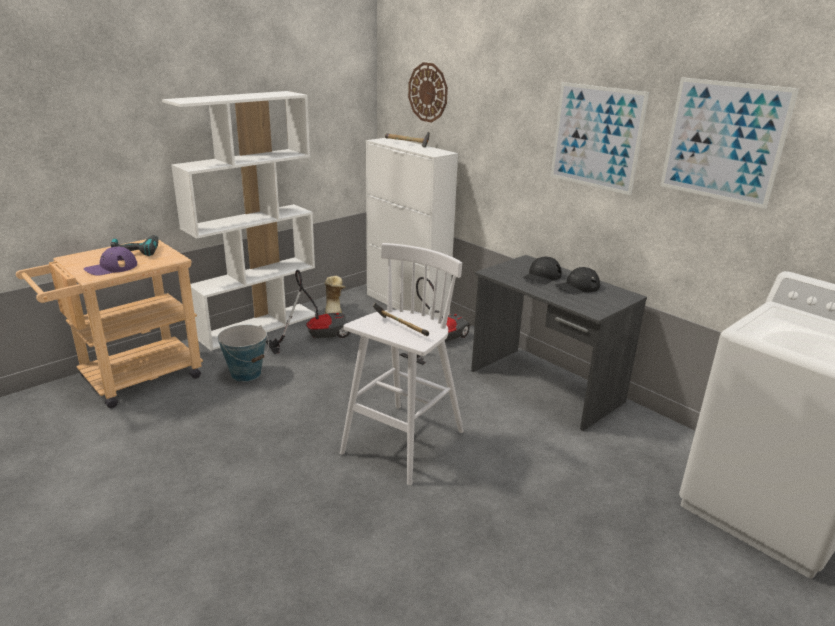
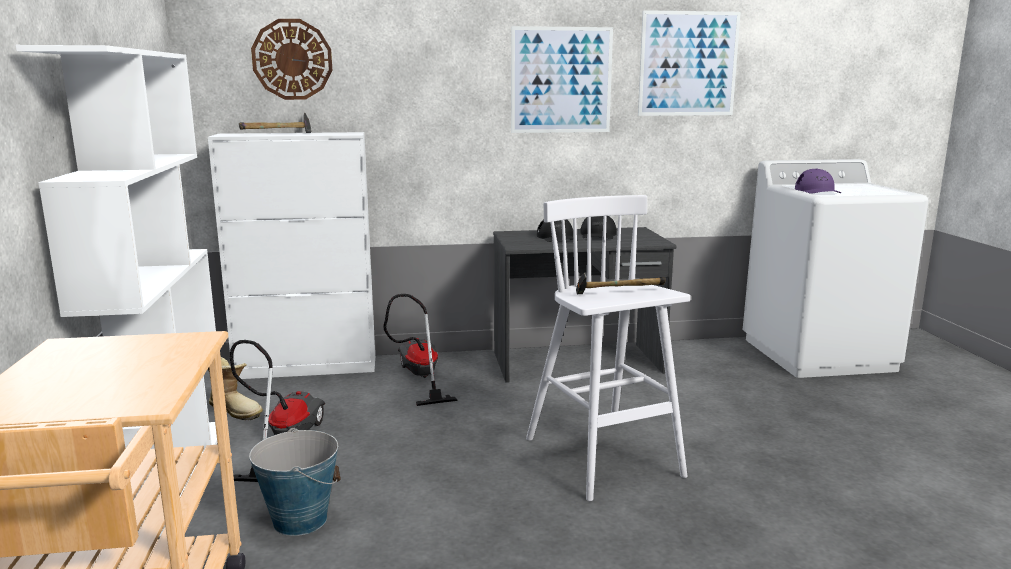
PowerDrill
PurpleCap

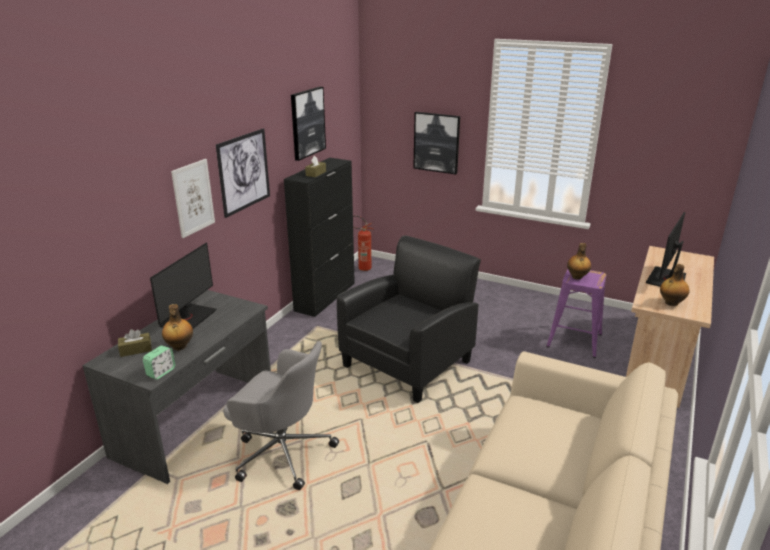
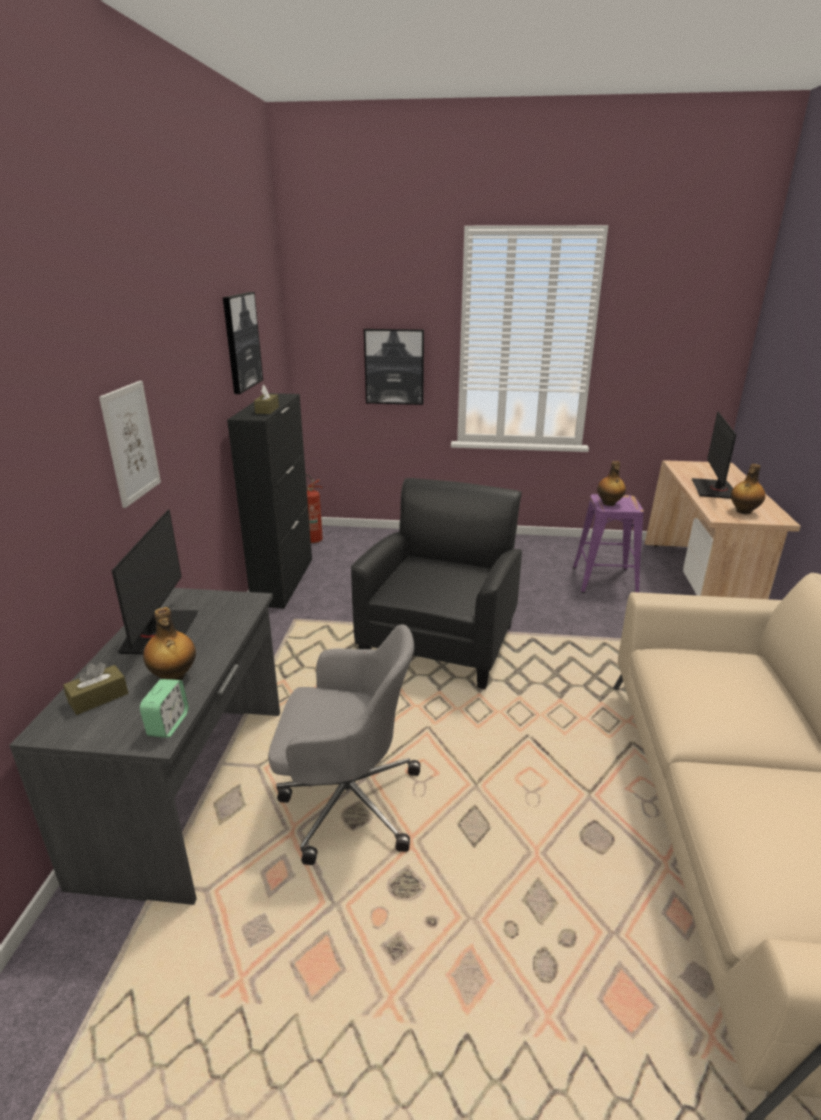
Picture (no. 2 from left in the first image)

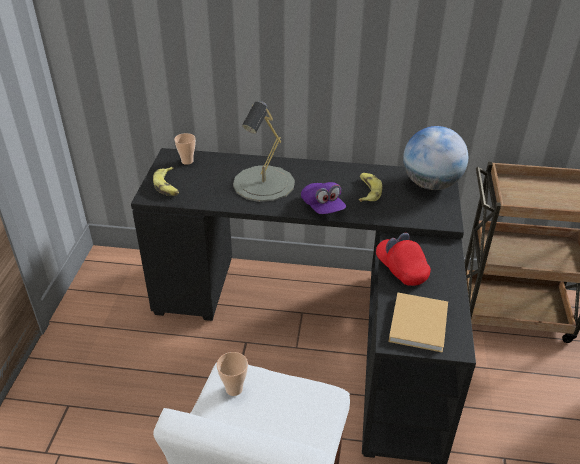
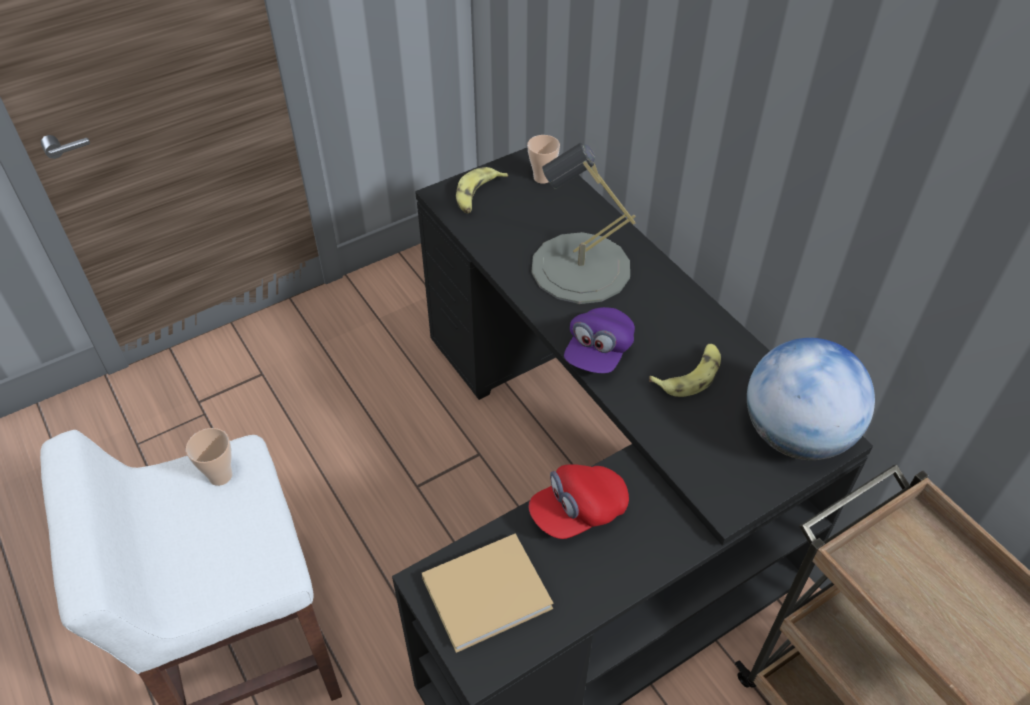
RedCap

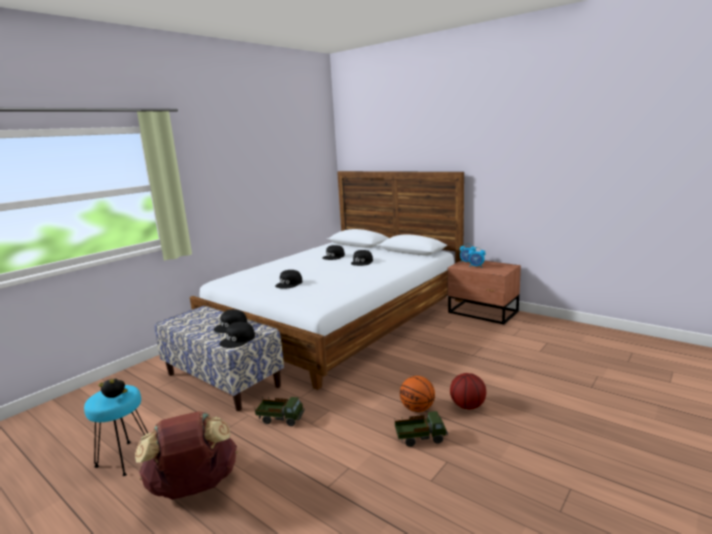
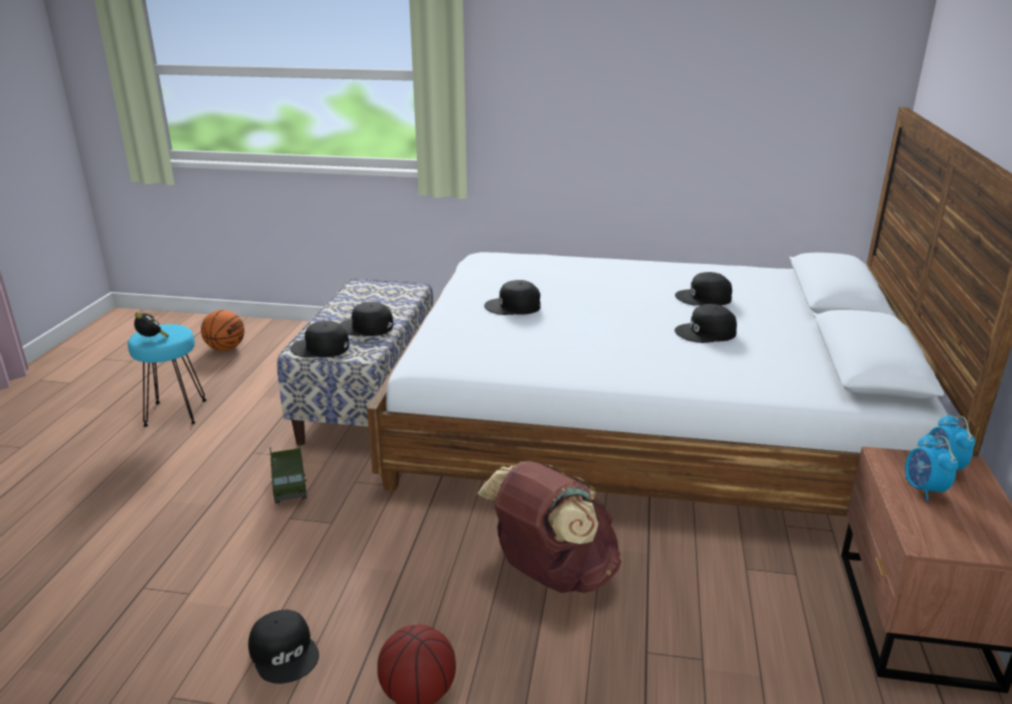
Basketball (no. 1 from left)
BrownBackpack
BlackCap (no. 1 from left)

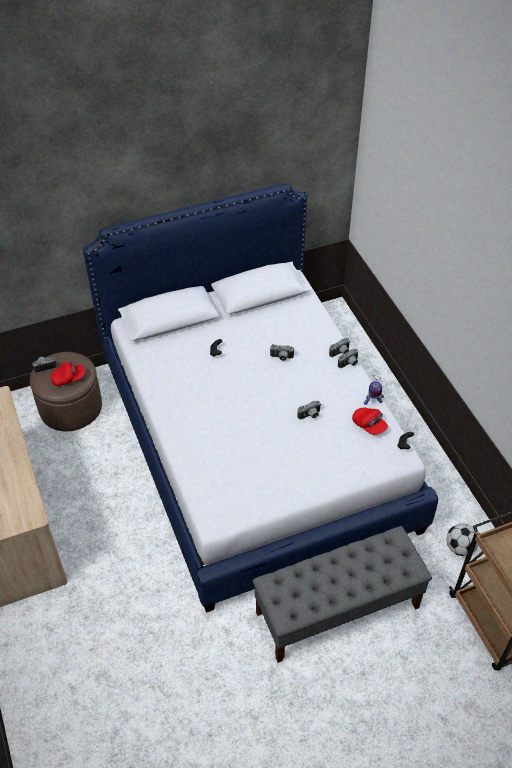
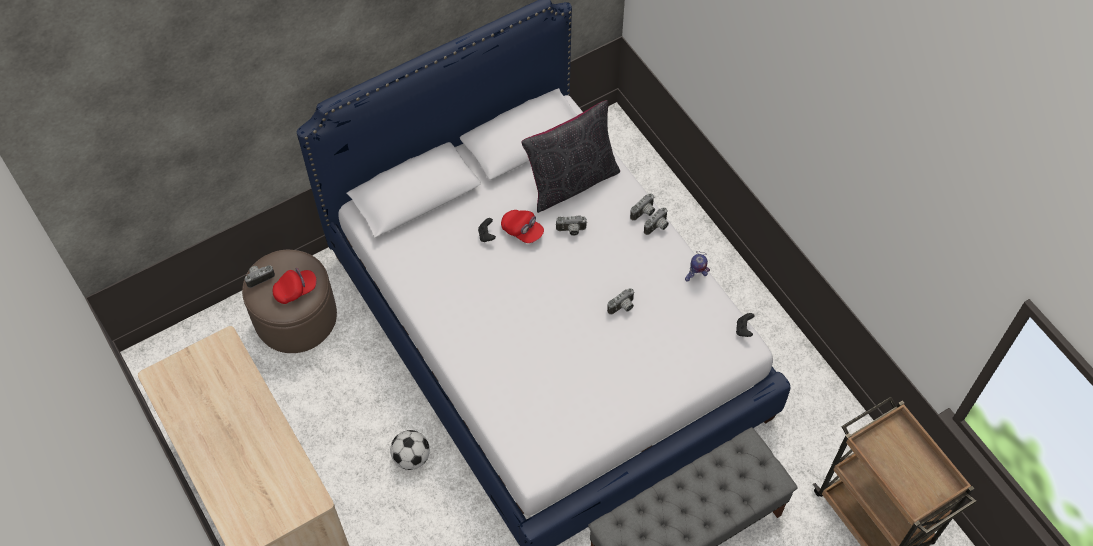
RedCap (no. 2 from left)
Football
BlackPillow

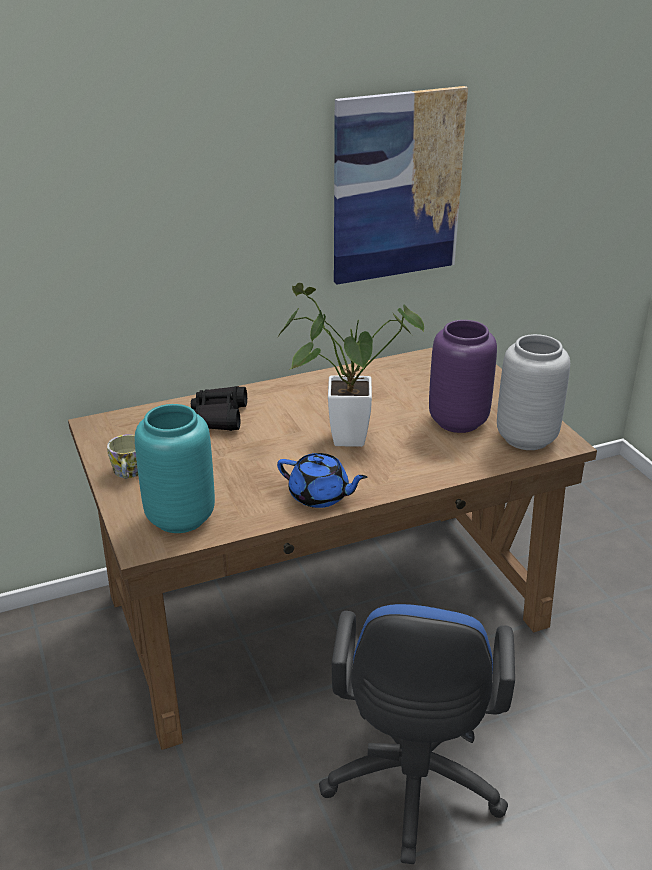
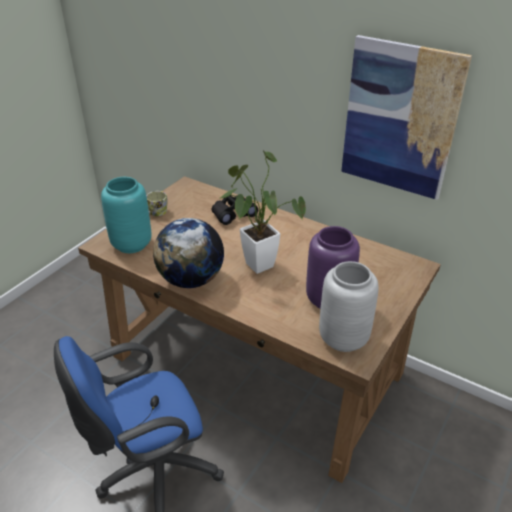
Globe

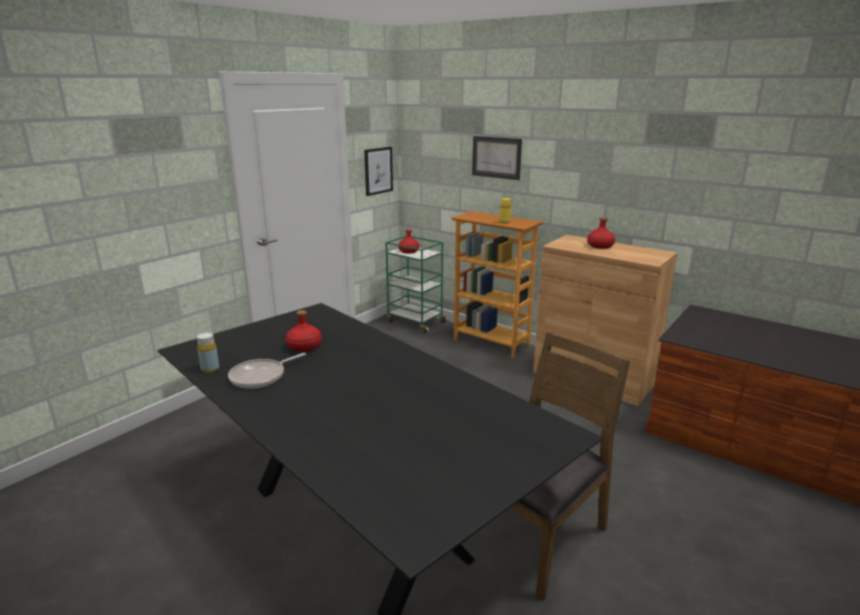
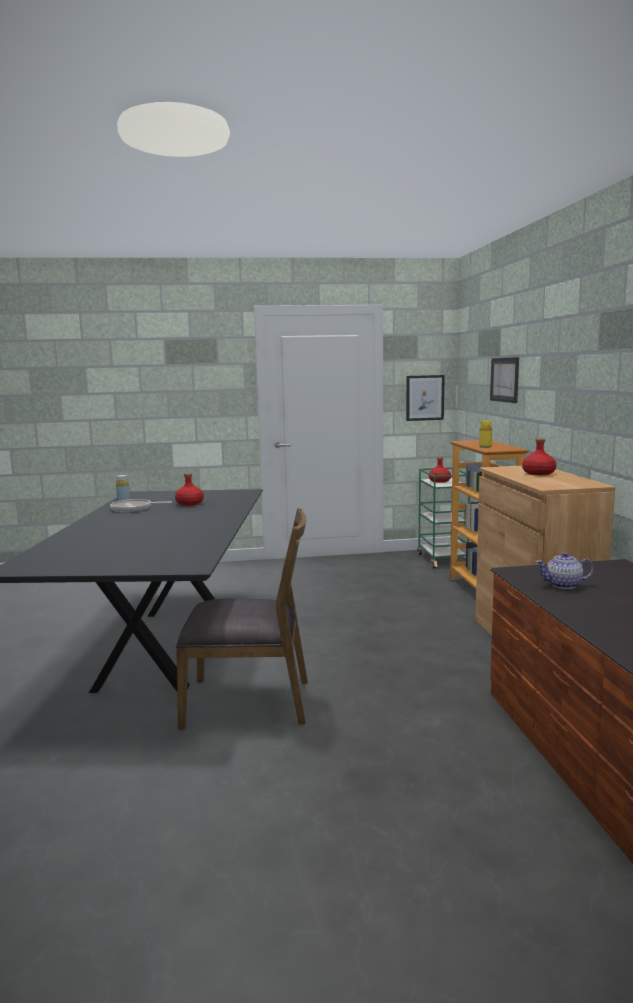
Teapot

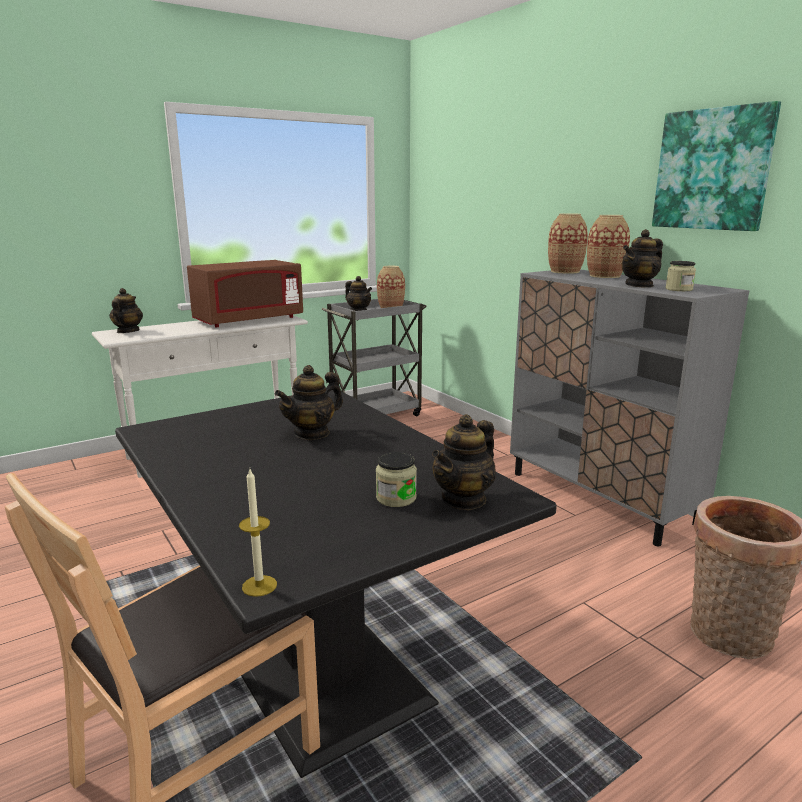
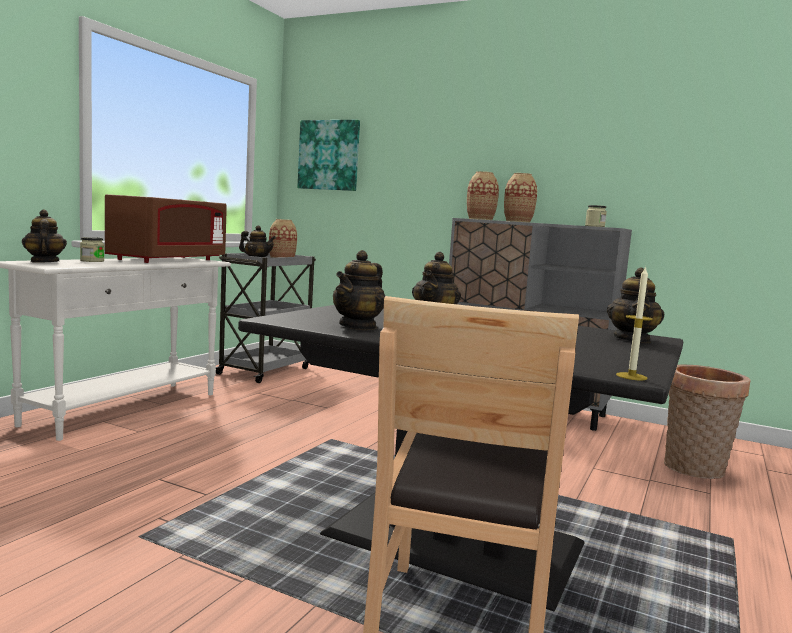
Picture
Teapot (no. 3 from left)
Jar (no. 1 from left)

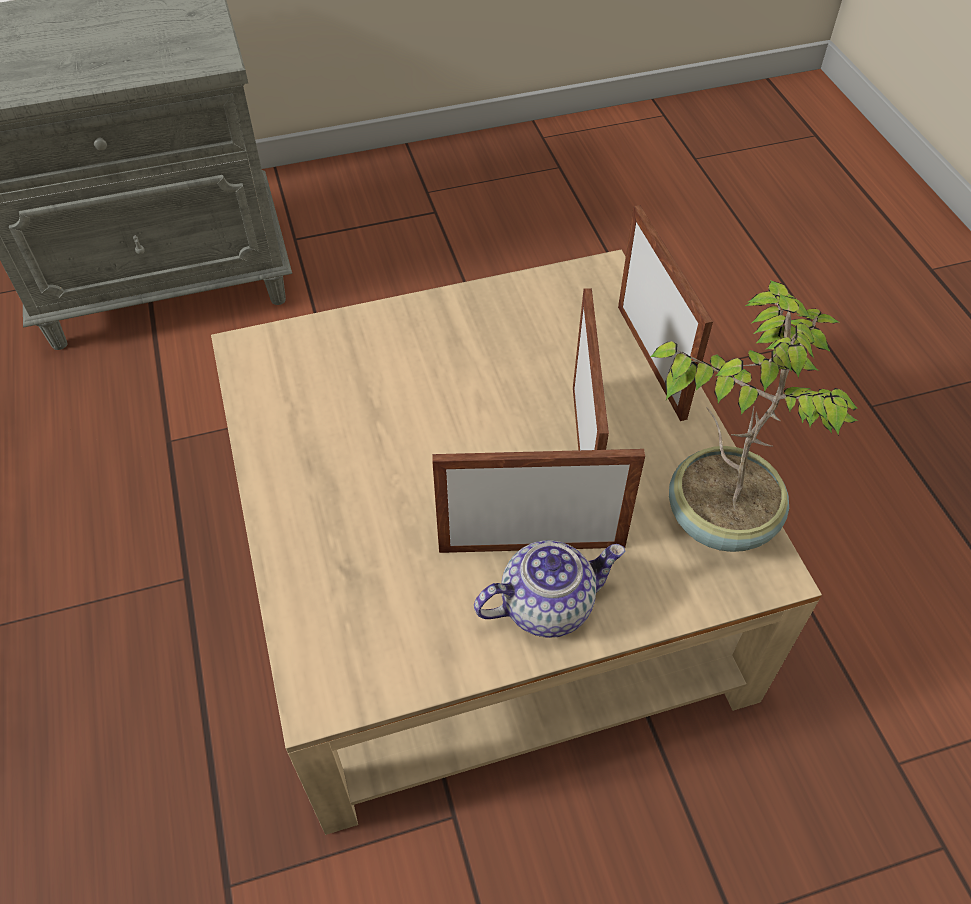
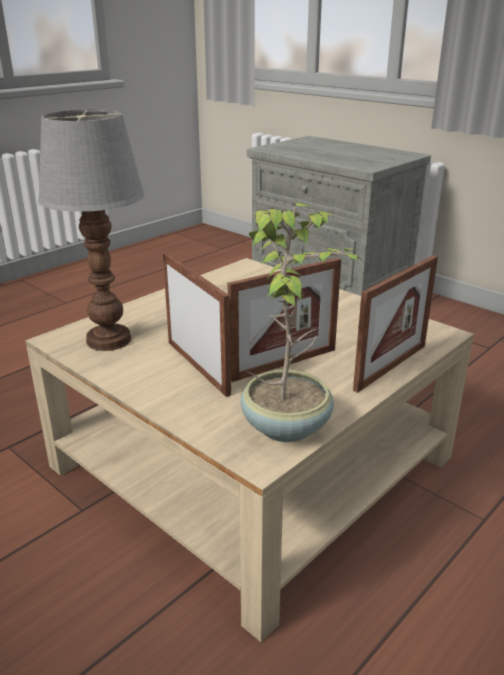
Teapot
TableLamp

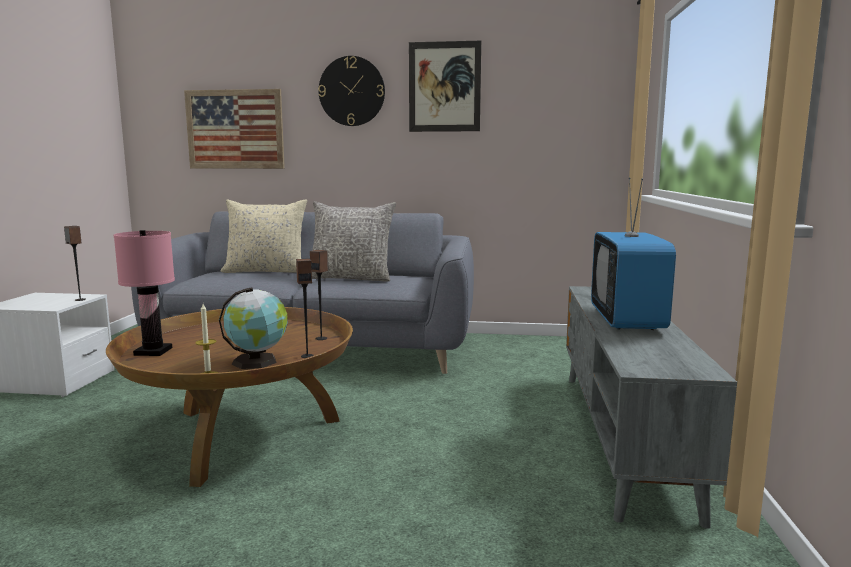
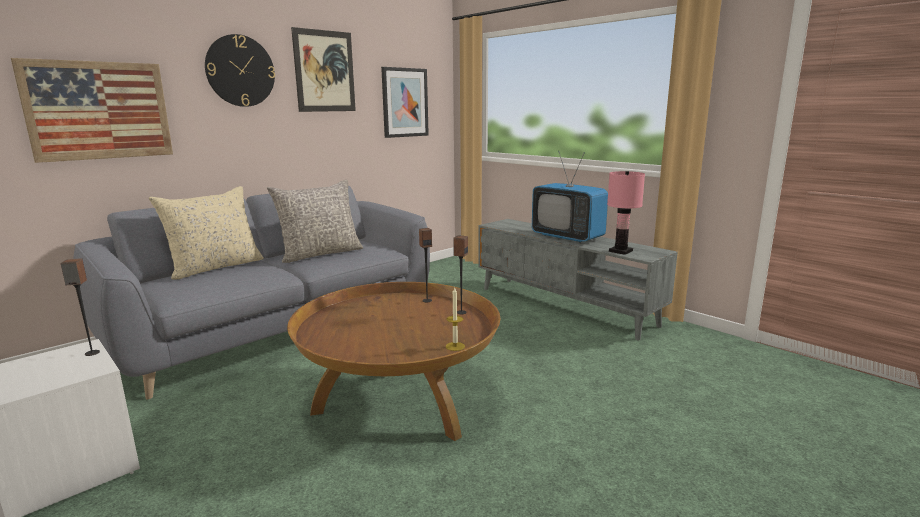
PinkTableLamp
Globe
Picture (no. 3 from left)

